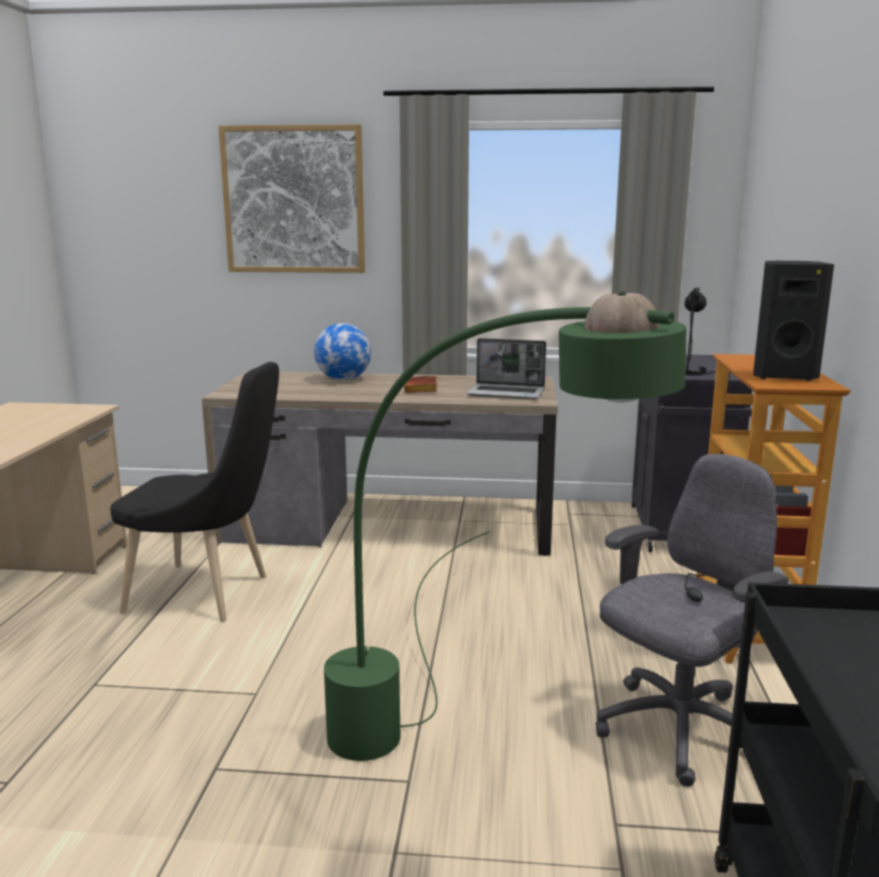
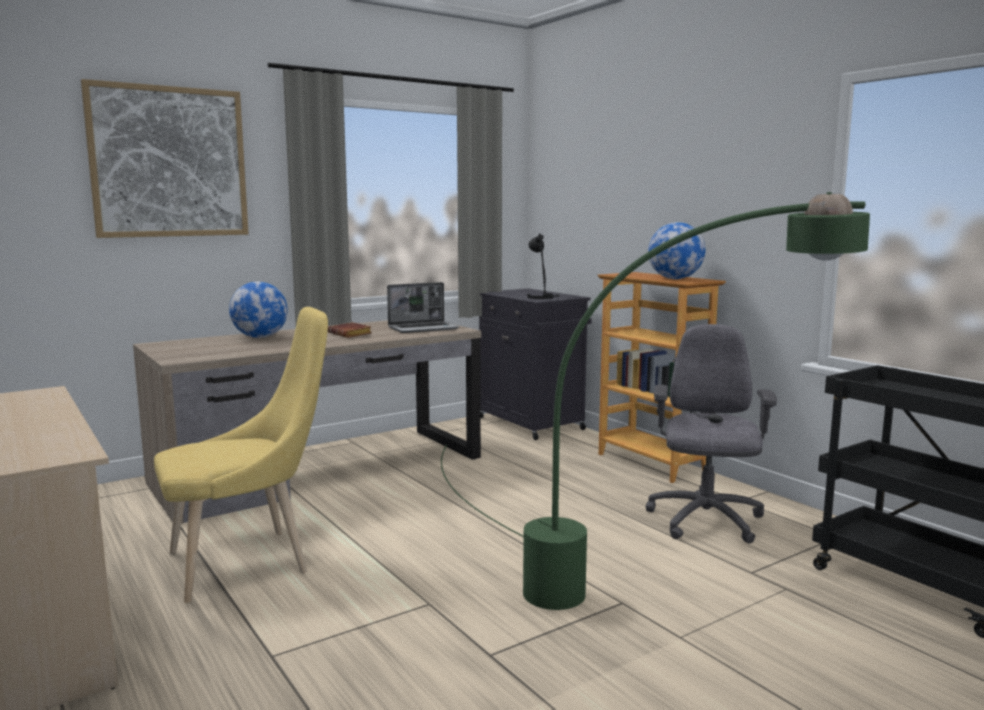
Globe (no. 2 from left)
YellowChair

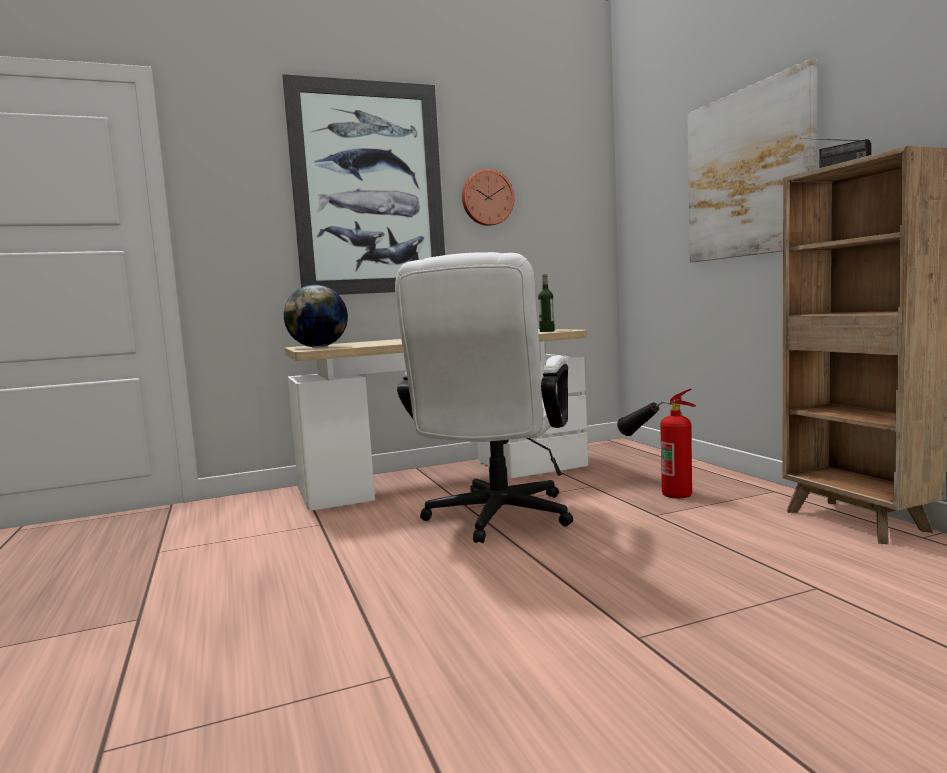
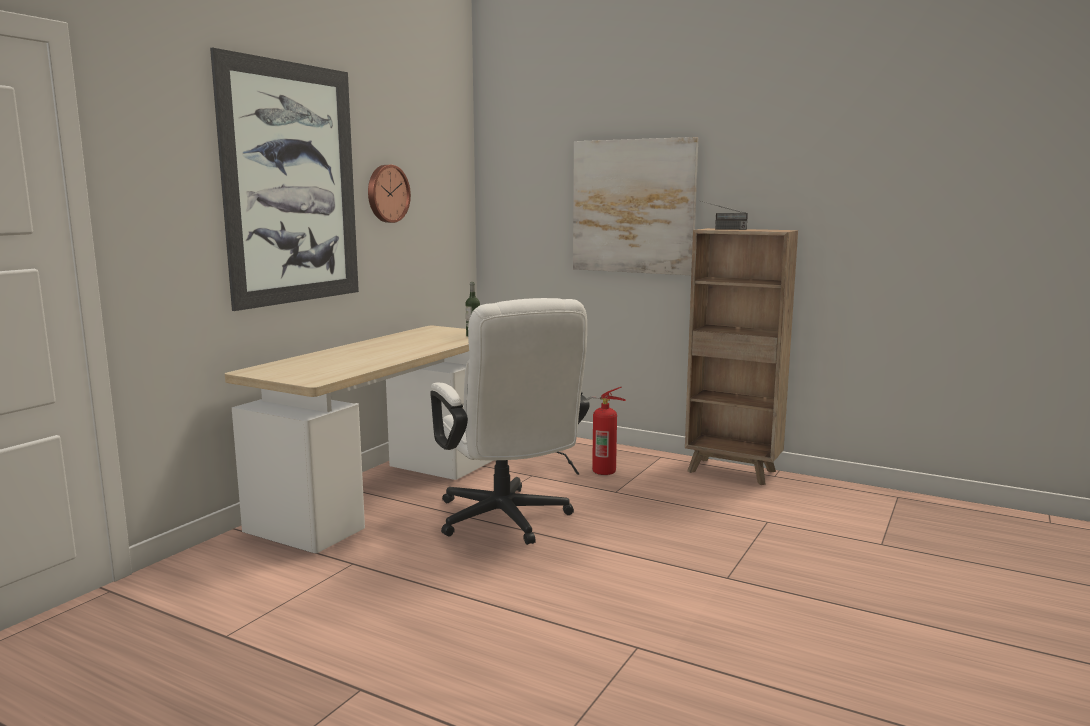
Globe

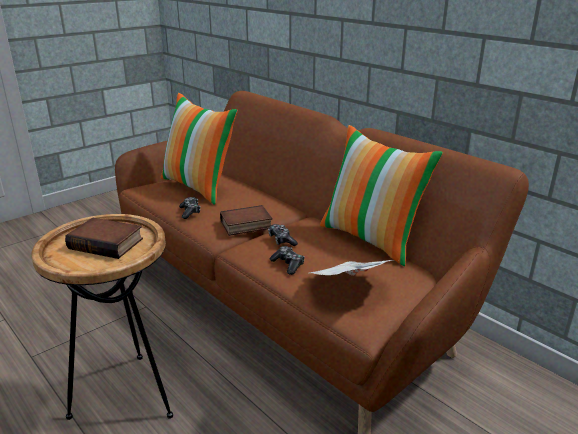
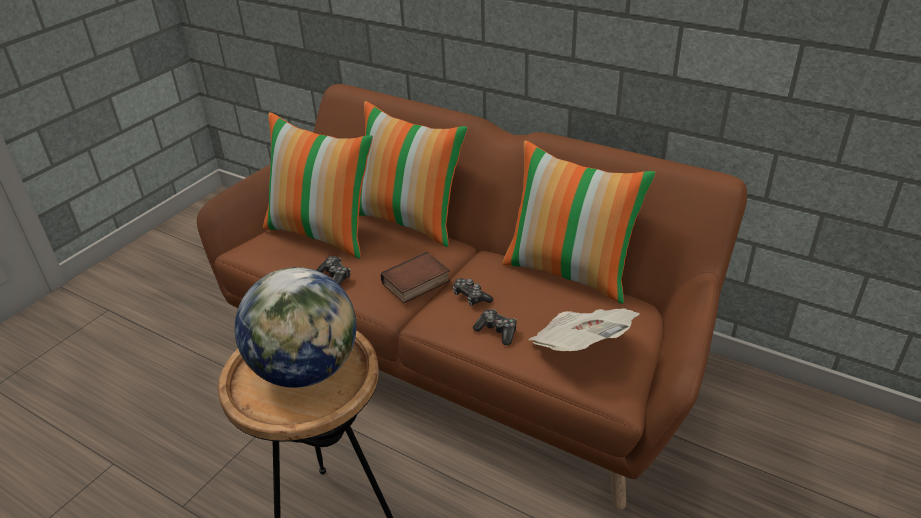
Globe
Pillow (no. 2 from left)

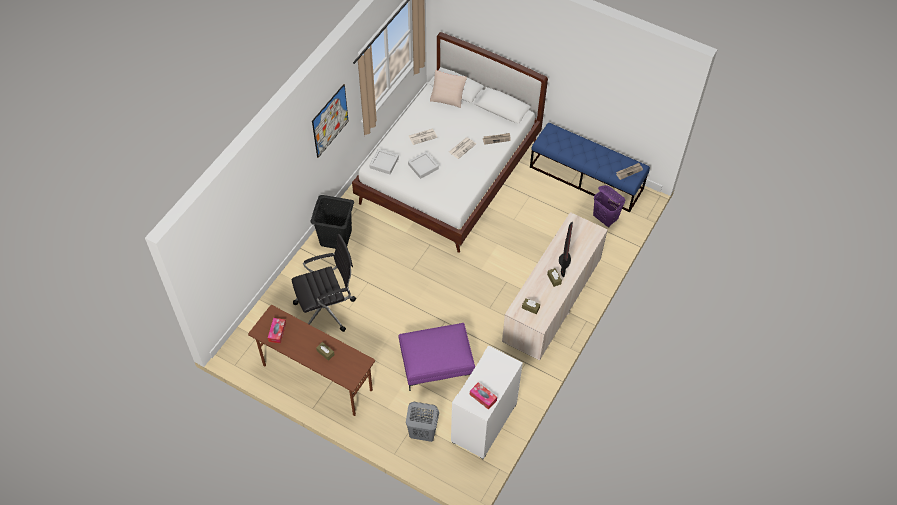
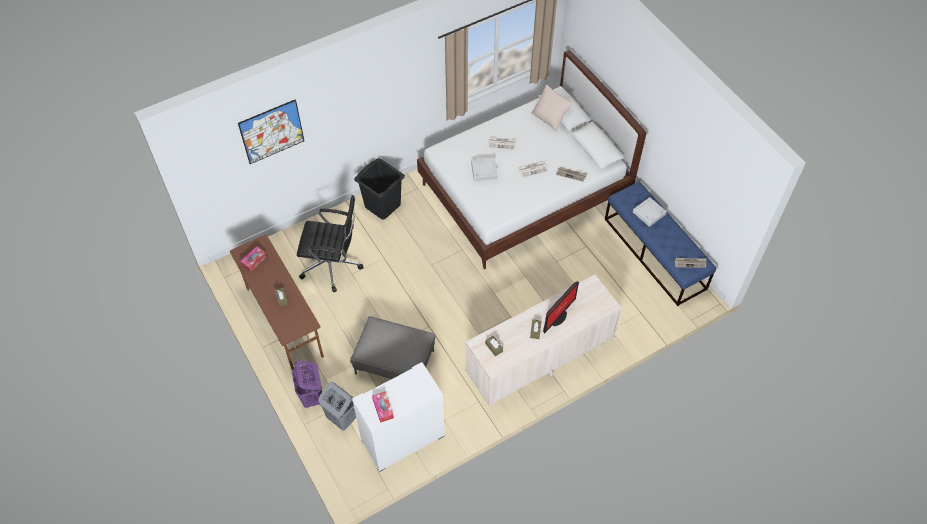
Picture
GreyTray (no. 2 from left)
PurpleLaundryBasket
GreyOttoman

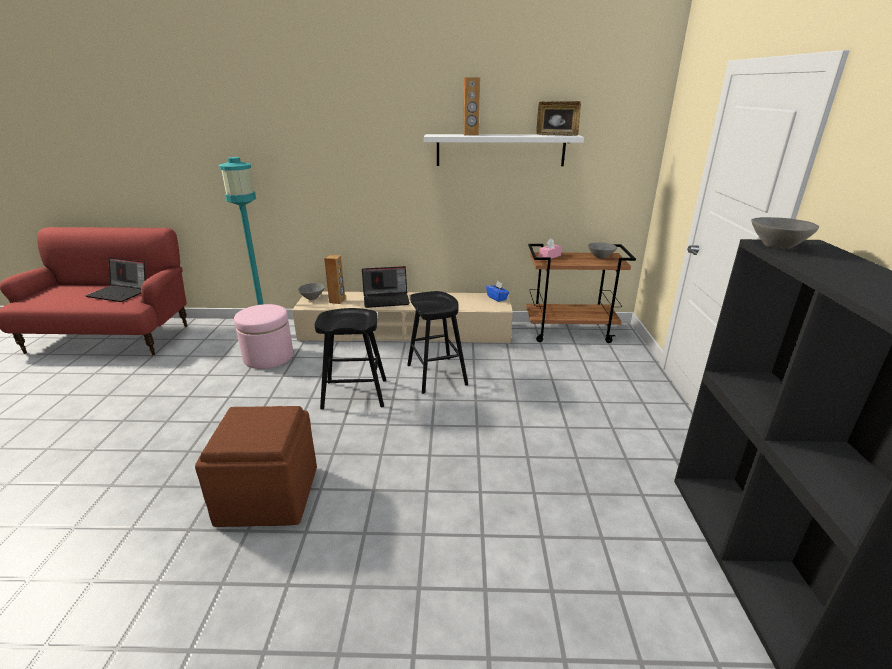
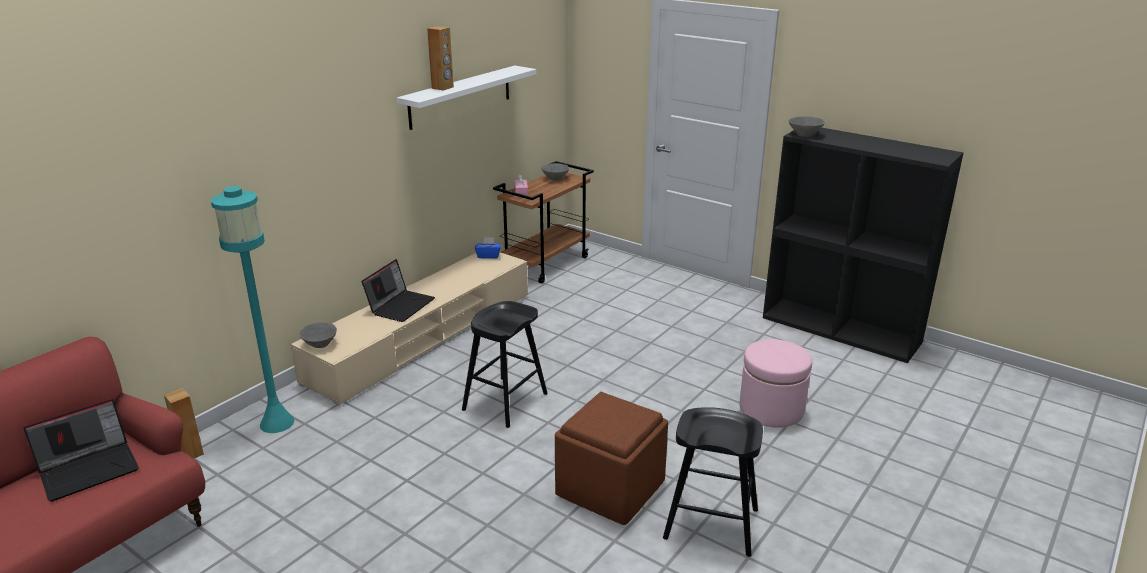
PictureFrame
BrownSpeaker (no. 1 from left)
BlackStool (no. 2 from left)
PinkOttoman

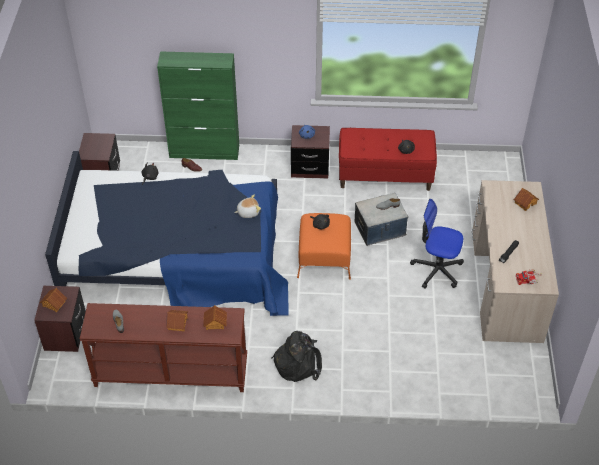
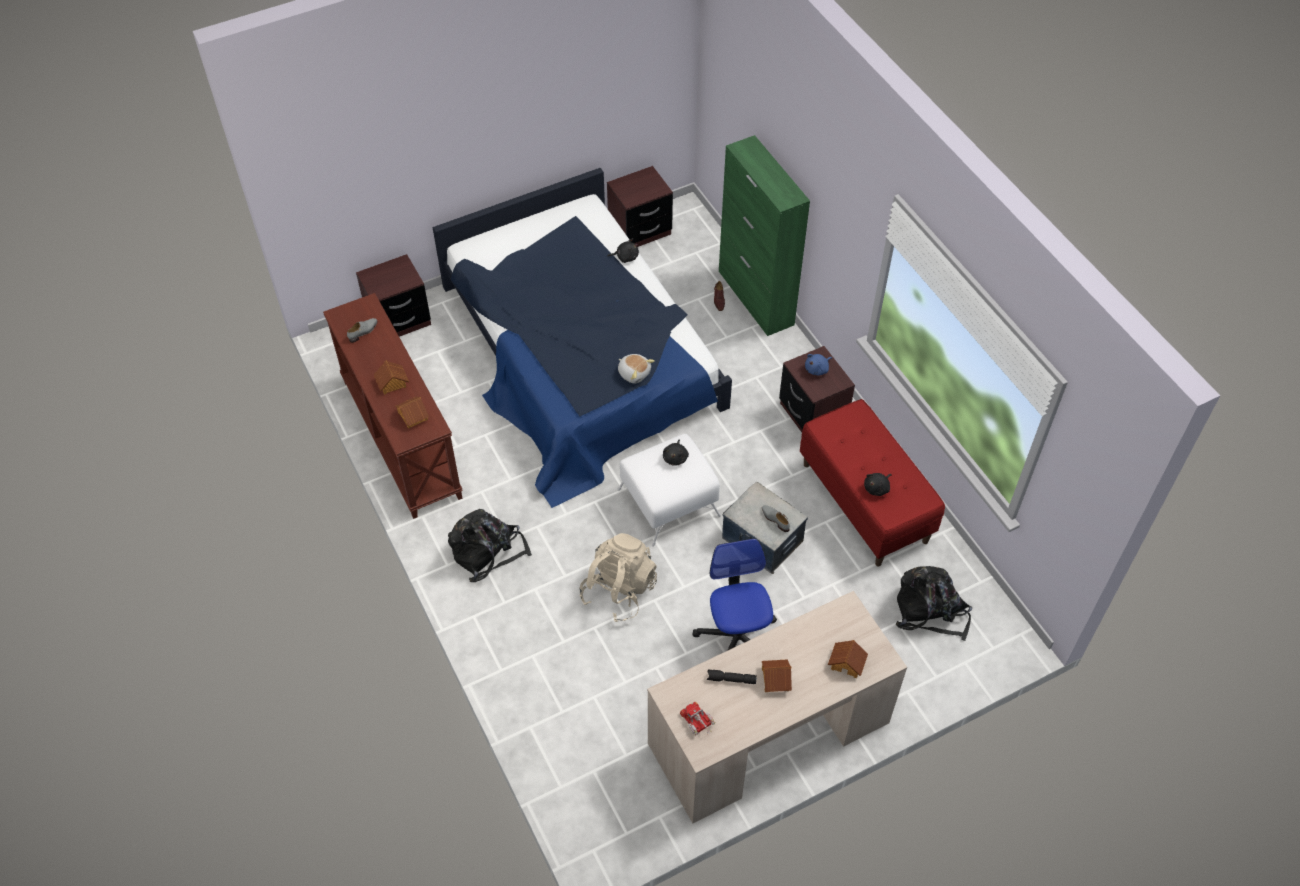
WhiteOttoman
ToyHouse (no. 3 from left)
BeigeBackpack
BlackBackpack (no. 2 from left)

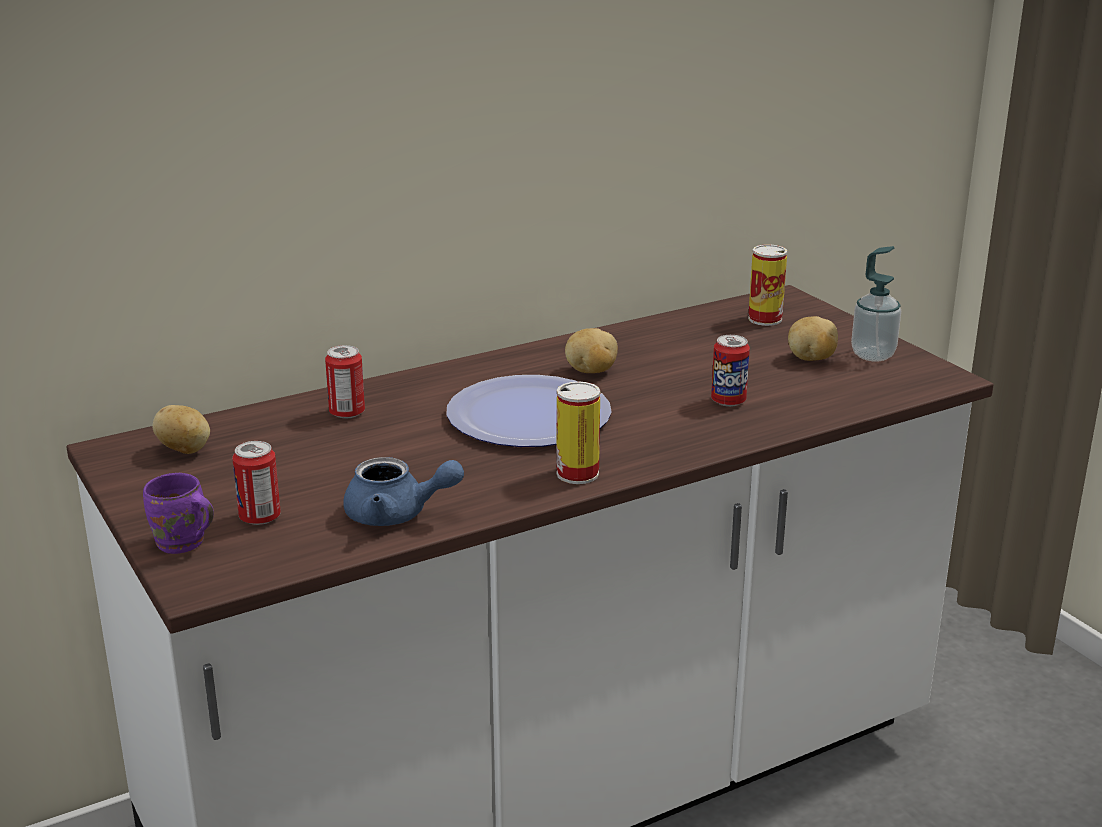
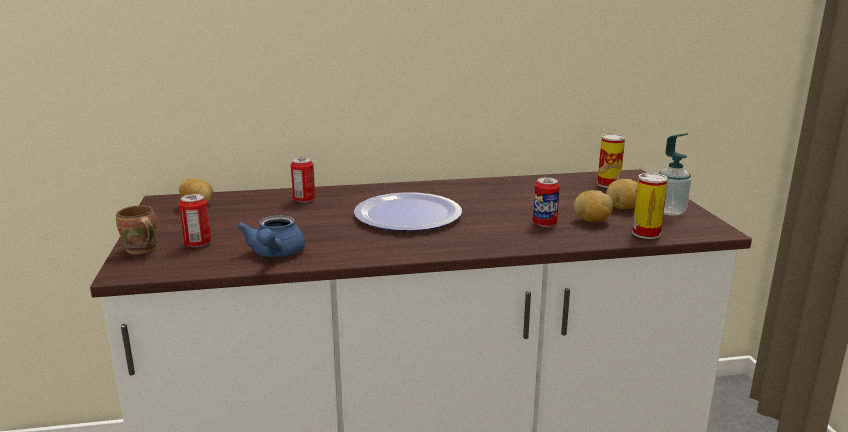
Potato (no. 2 from left)
Can (no. 5 from left)
BlueTeapot
BrownMug

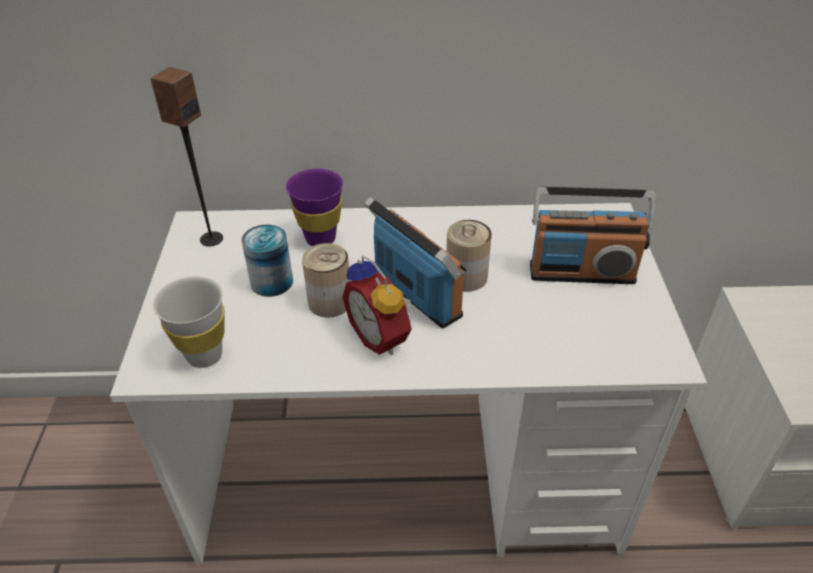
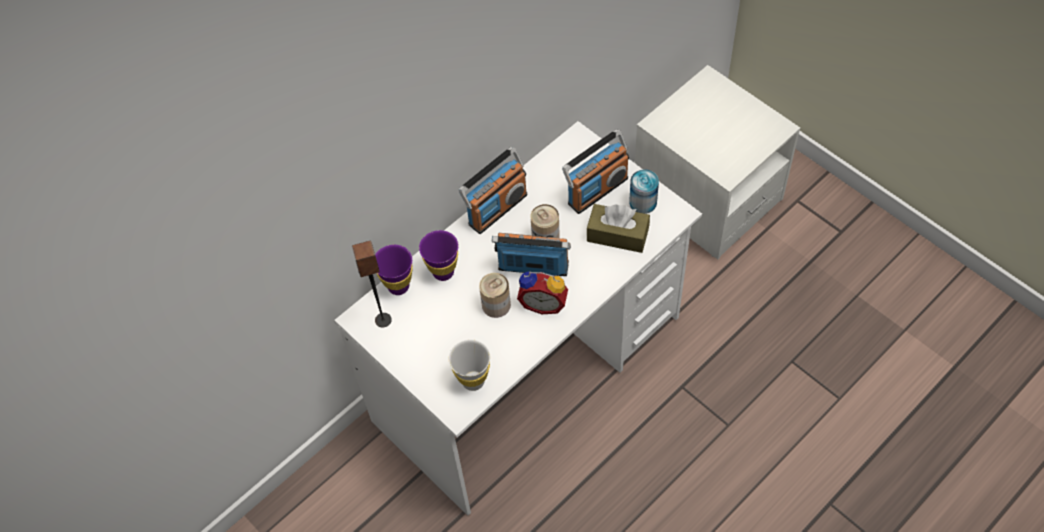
Can (no. 3 from left)
Radio (no. 1 from left)
BrownTissueBox
PurpleCup (no. 1 from left)

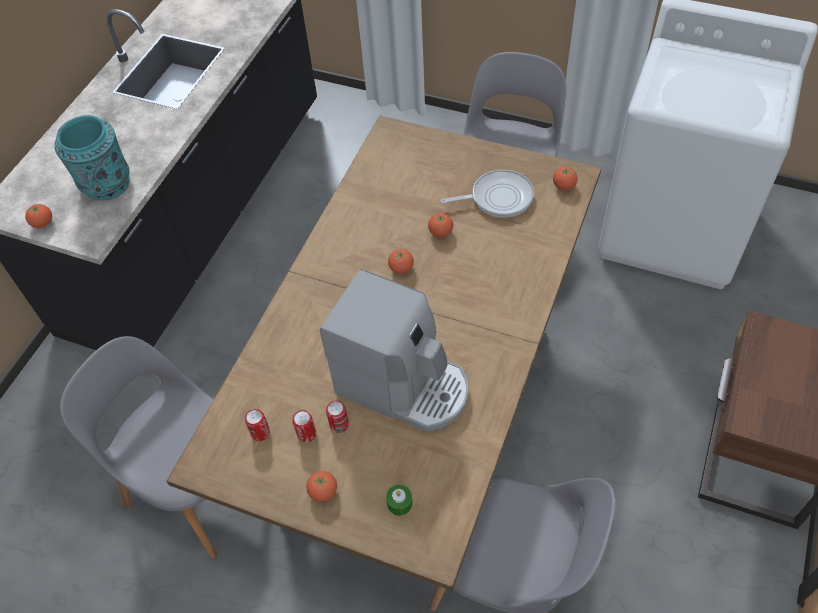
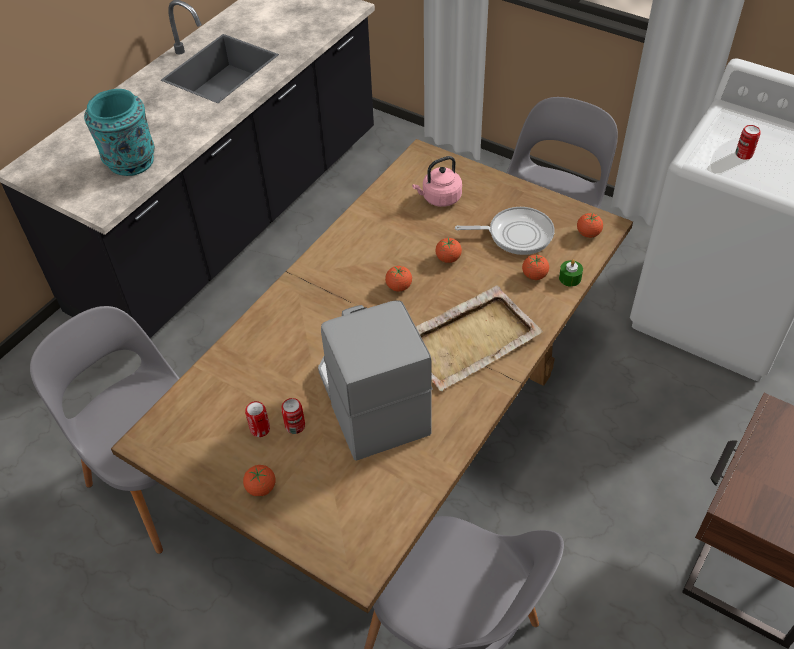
Tomato (no. 4 from left)
CoffeeMachine
Can (no. 3 from left)
GreenCandle
PinkKettle
BeigeTray

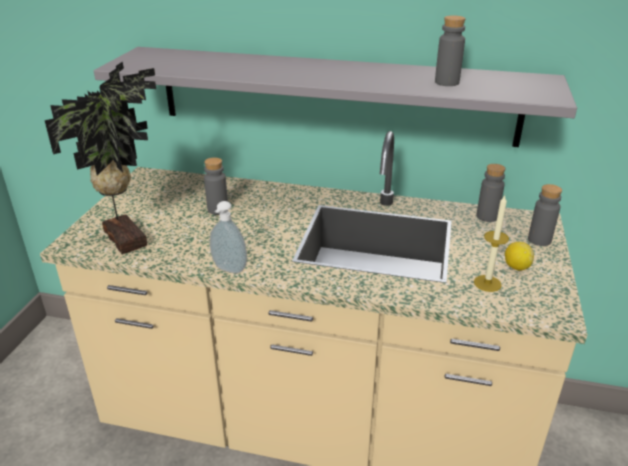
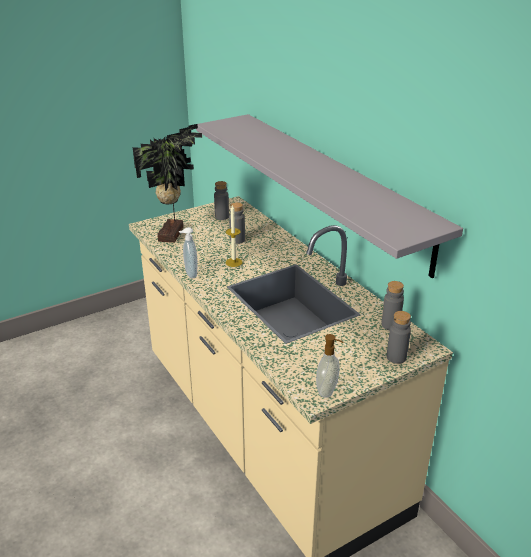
GreyBottle (no. 1 from left)
Candle
Lemon
SoapDispenser (no. 2 from left)

